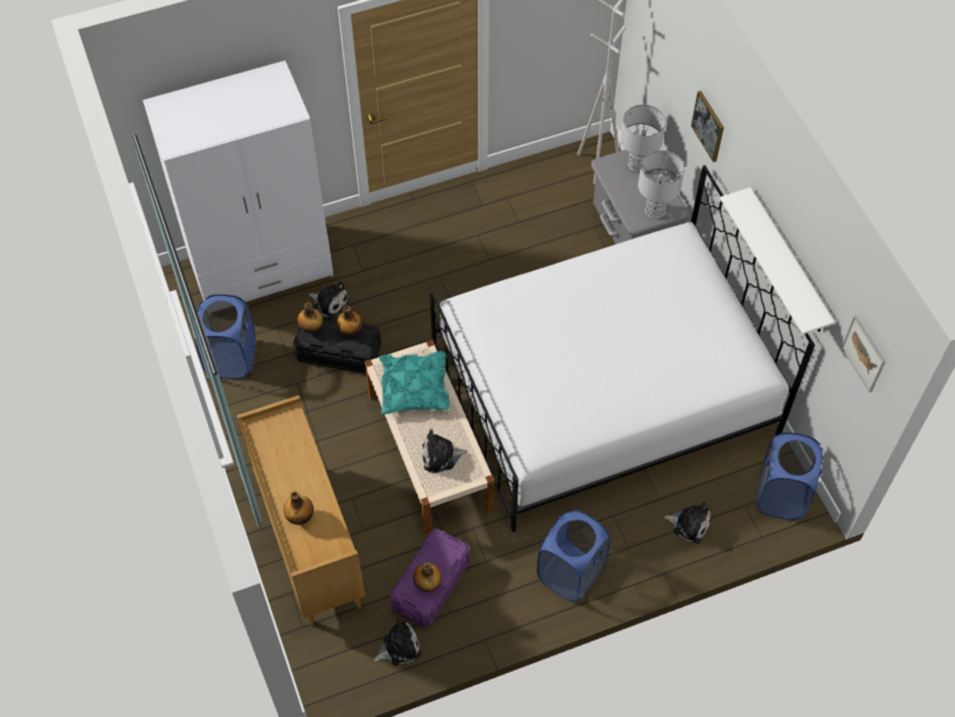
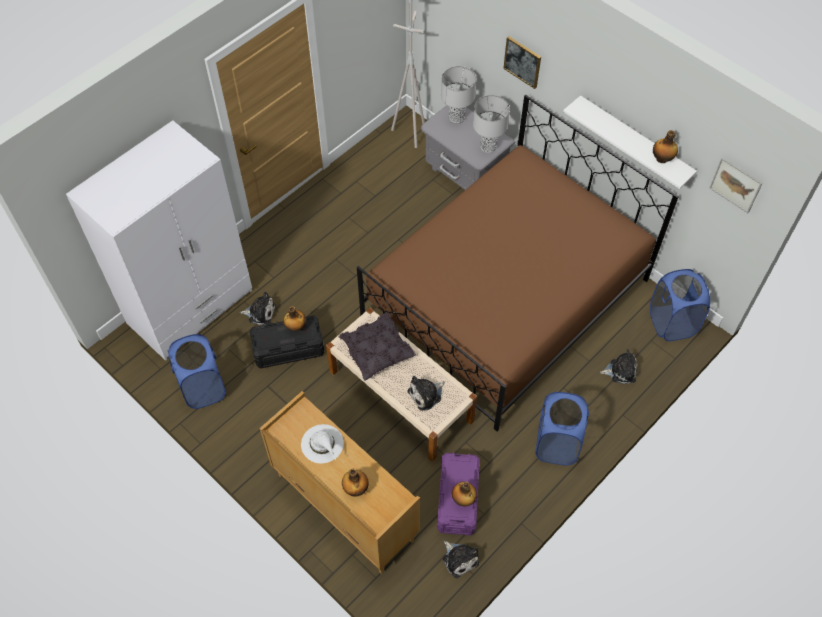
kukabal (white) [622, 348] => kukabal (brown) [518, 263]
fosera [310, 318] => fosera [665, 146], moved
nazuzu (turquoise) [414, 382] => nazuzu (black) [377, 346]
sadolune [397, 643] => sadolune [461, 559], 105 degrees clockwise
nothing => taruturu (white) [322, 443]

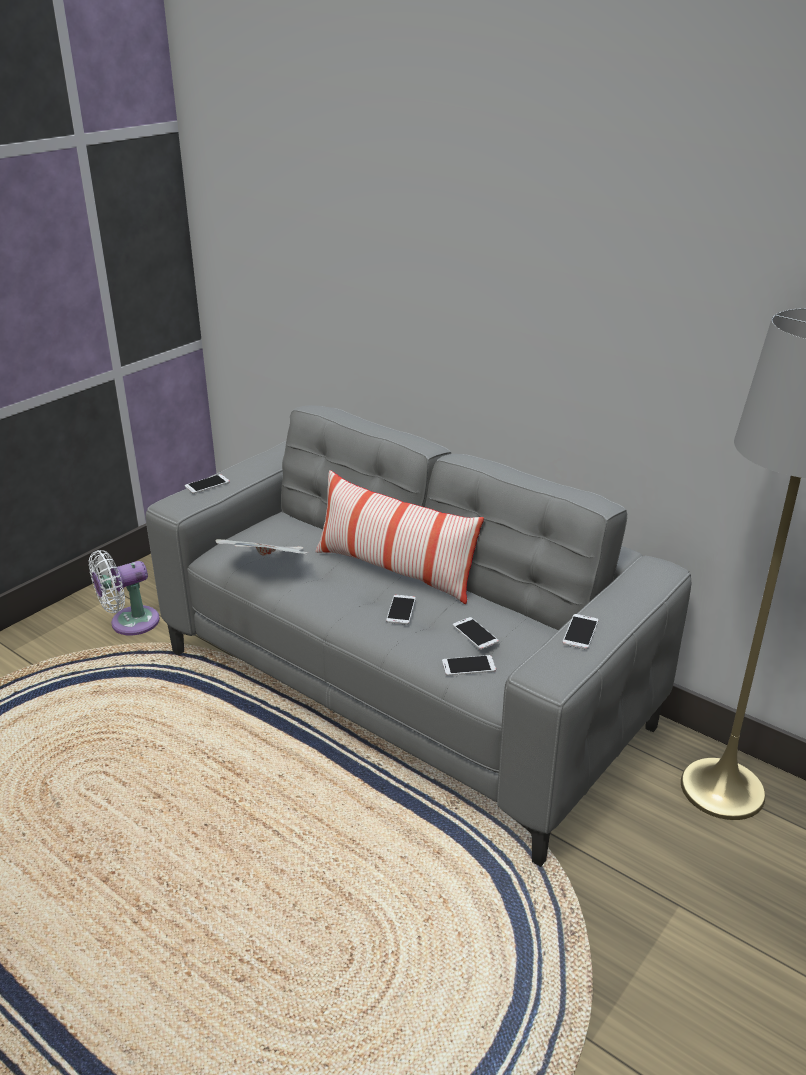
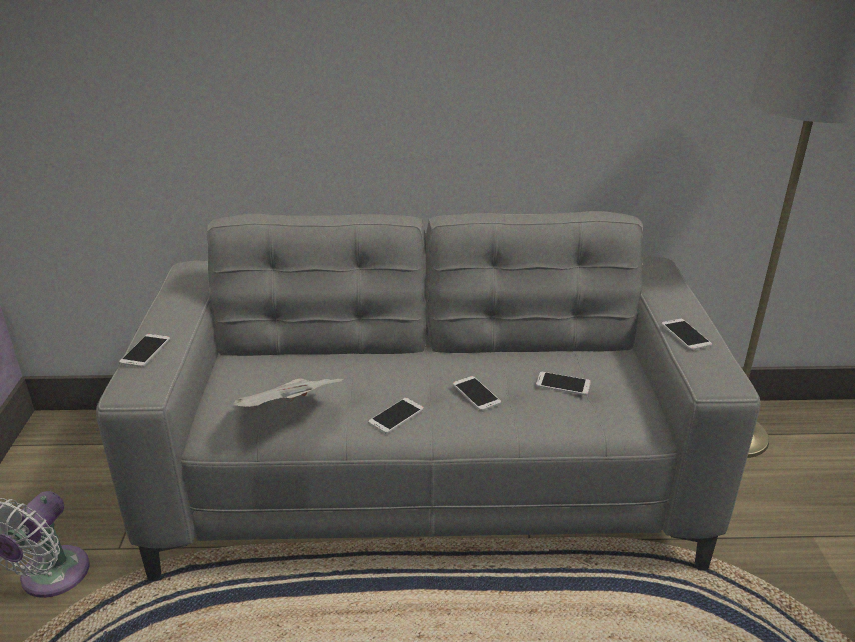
nazuzu [399, 537] => nothing
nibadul [469, 665] => nibadul [396, 416], moved

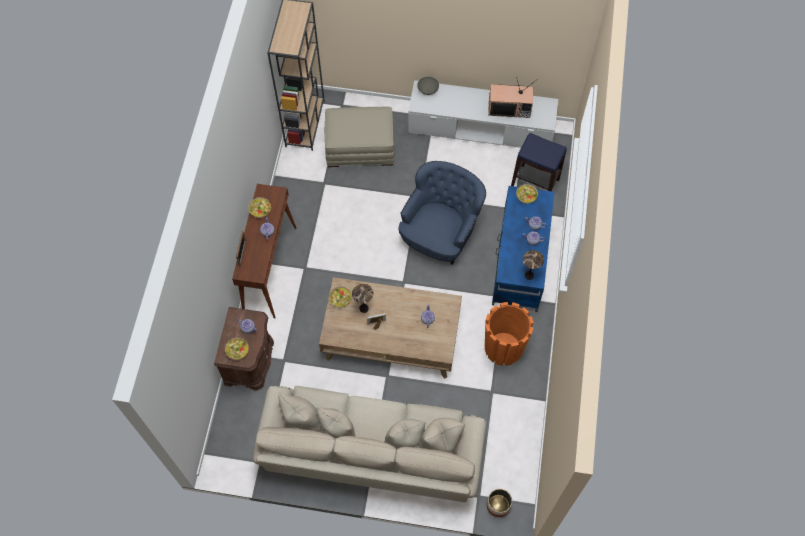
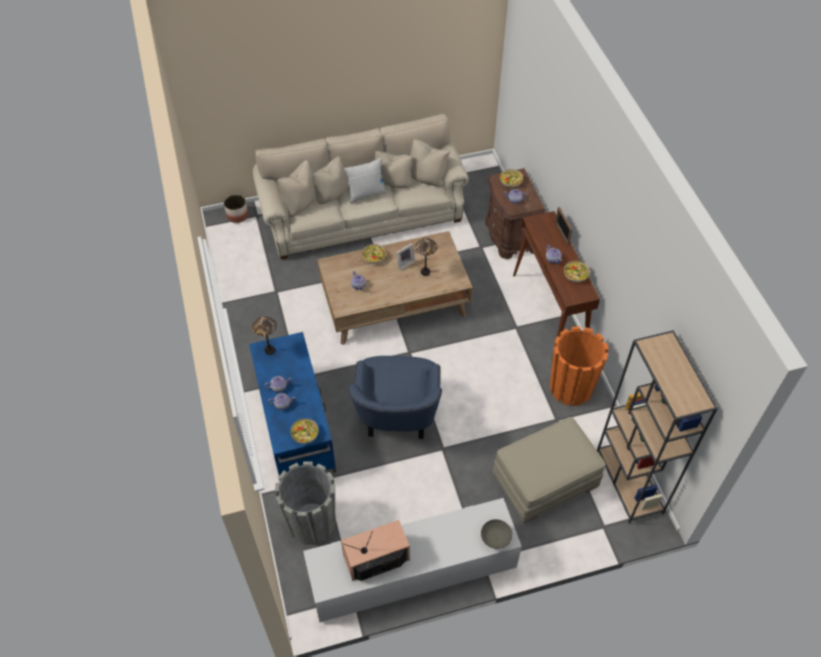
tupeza [539, 162] => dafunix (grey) [305, 502]
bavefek [340, 297] => bavefek [374, 254], moved
dafunix (orange) [509, 334] => dafunix (orange) [579, 366], moved
nothing => nazuzu (grey) [365, 180]

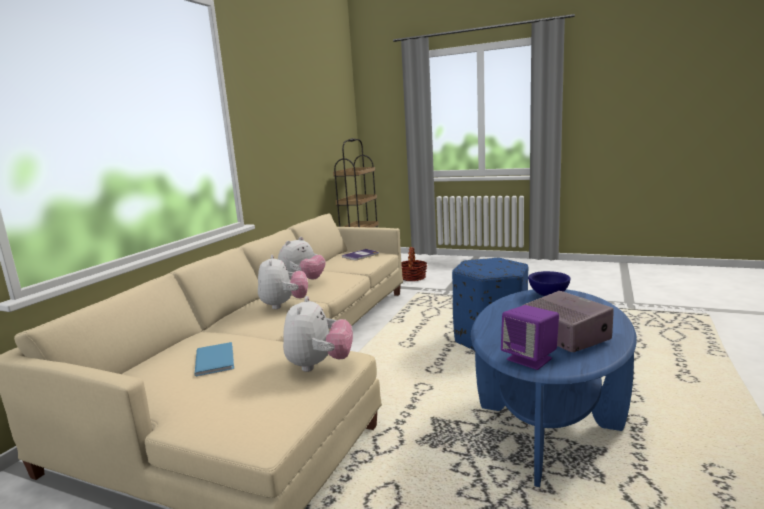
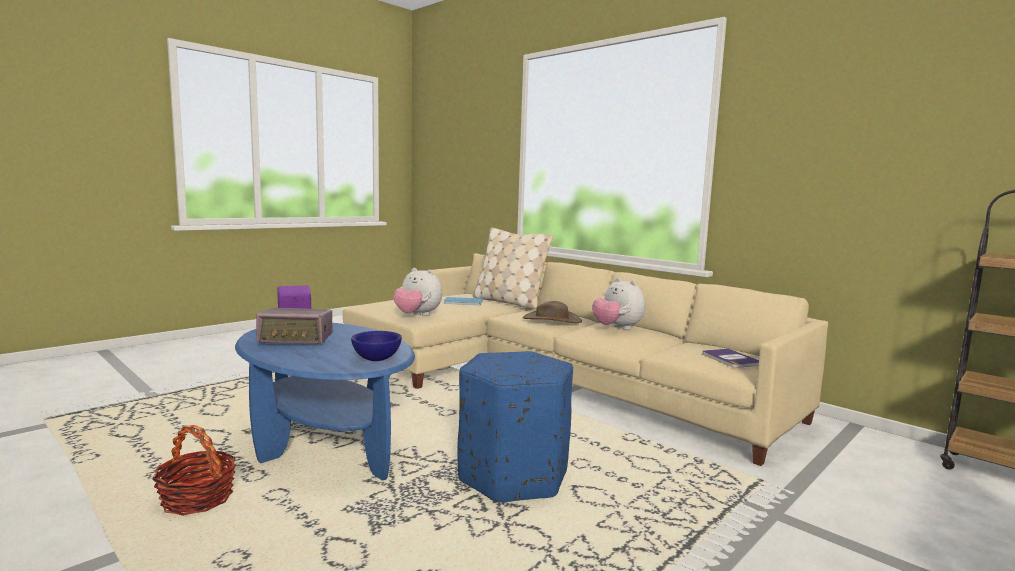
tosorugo [414, 264] => tosorugo [194, 470], moved
sadolune [283, 282] => taruturu (brown) [552, 312]
nothing => nazuzu (beige) [513, 268]

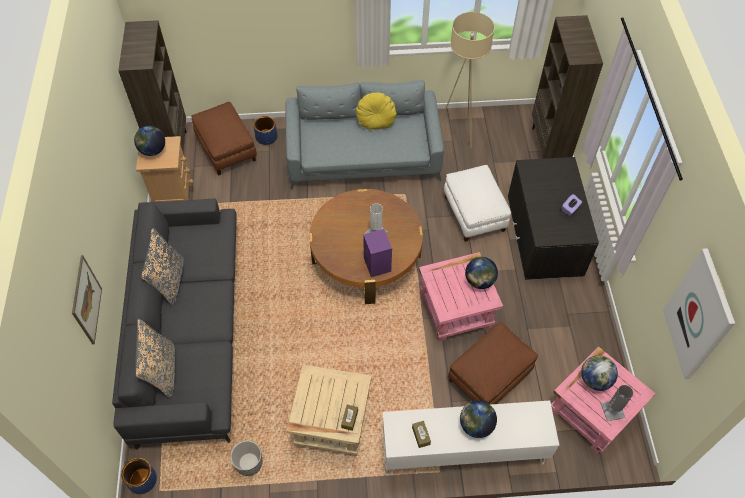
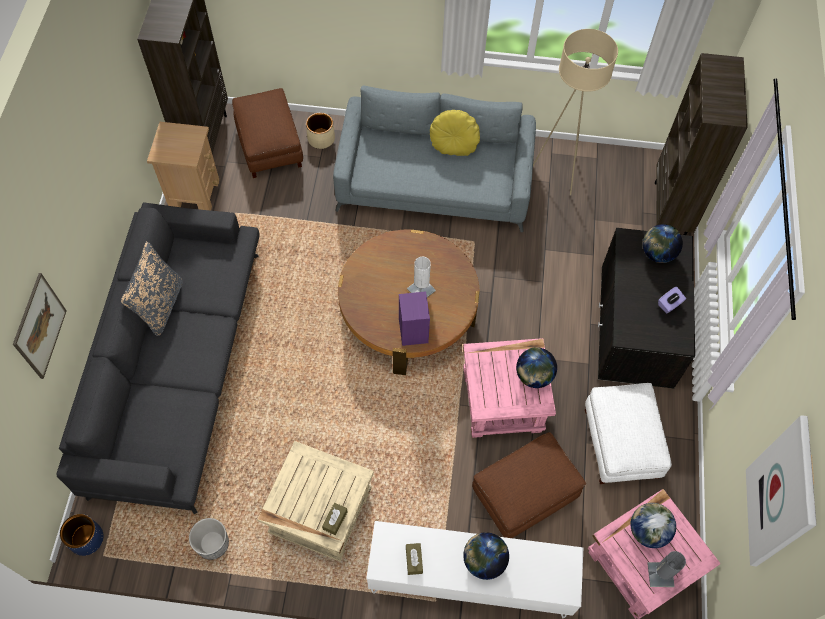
dafunix (blue) [265, 130] => dafunix (beige) [320, 131]
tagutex [149, 141] => tagutex [663, 243], moved
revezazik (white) [477, 203] => revezazik (white) [628, 433], moved
nazuzu (grey) [155, 358] => nothing

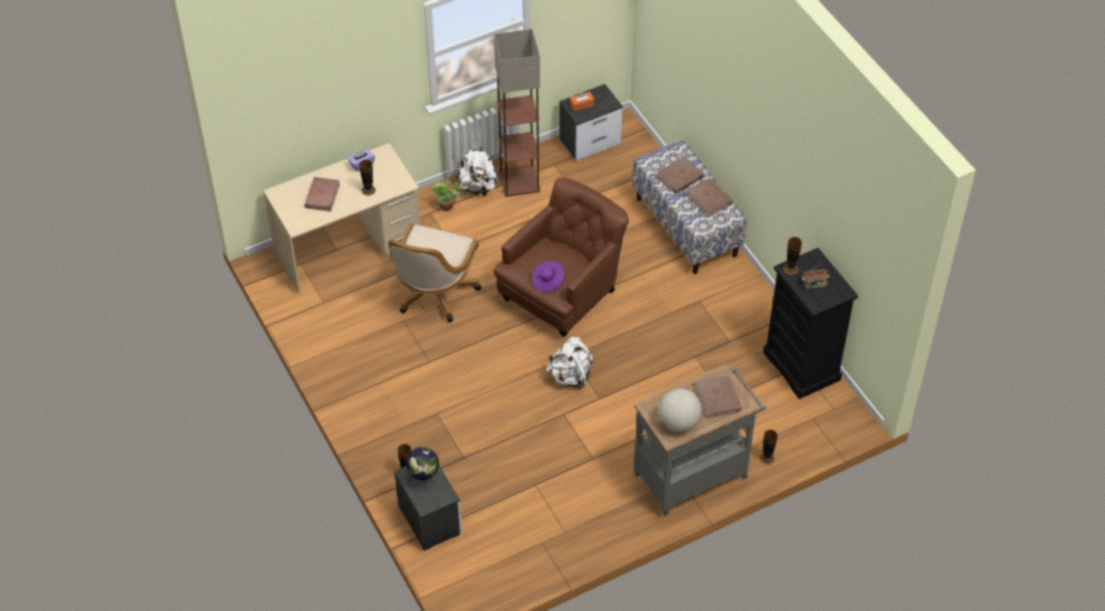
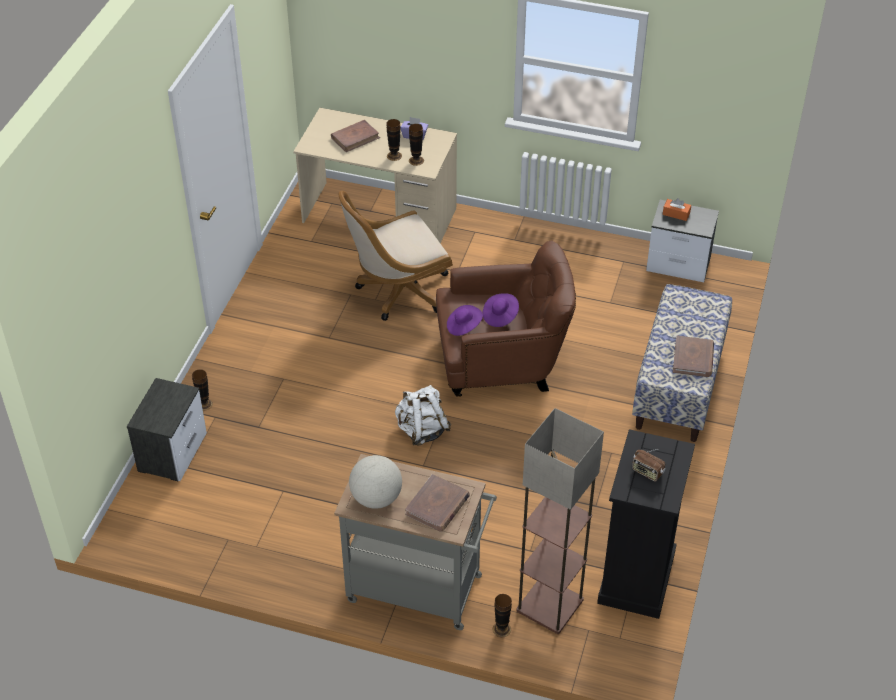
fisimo [517, 113] => fisimo [560, 521], moved
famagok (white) [477, 170] => nothing
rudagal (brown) [680, 175] => nothing
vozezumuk [447, 195] => nothing
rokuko [792, 256] => rokuko [416, 145], moved
tagutex [422, 465] => nothing
nothing => taruturu (purple) [501, 310]

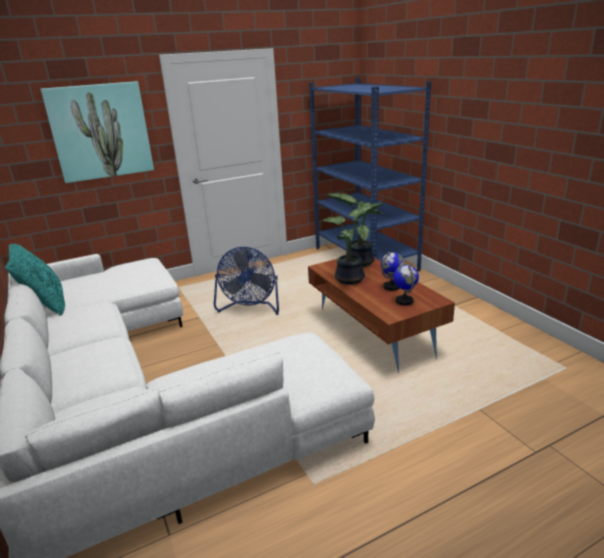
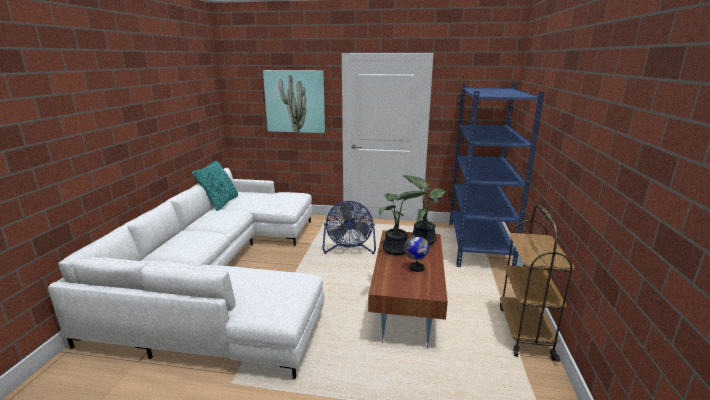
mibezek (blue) [246, 281] => mibezek (blue) [349, 227], 45 degrees counterclockwise
tagutex [406, 285] => nothing
nothing => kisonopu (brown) [537, 283]

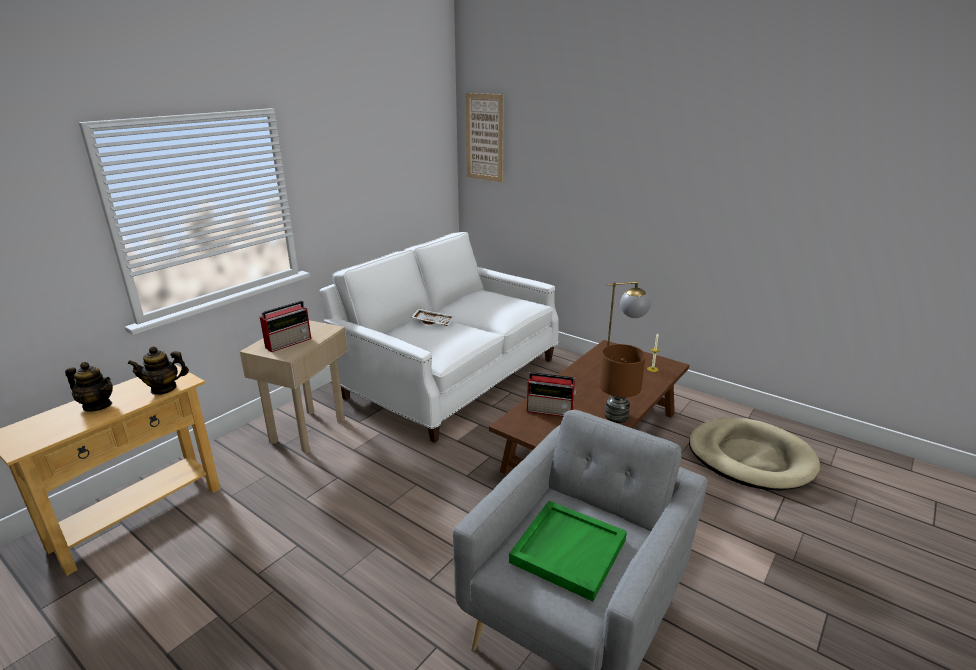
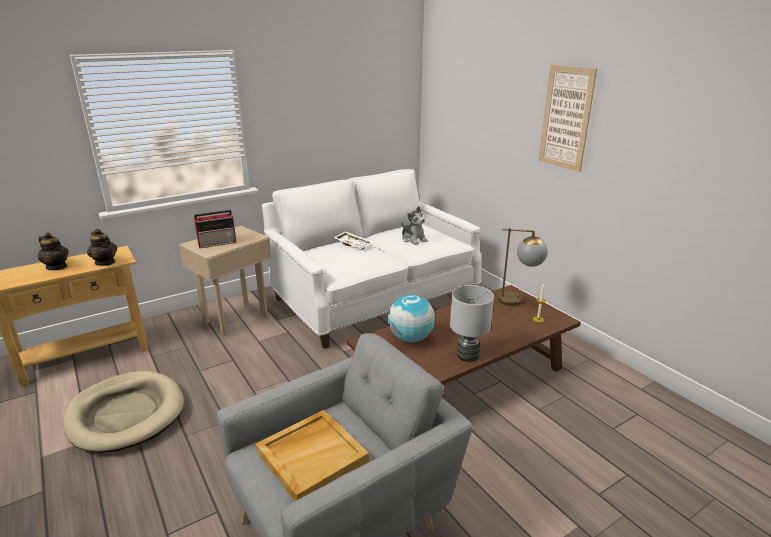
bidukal [485, 137] => bidukal [567, 118], moved
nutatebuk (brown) [622, 383] => nutatebuk (grey) [472, 323]
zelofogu [158, 370] => zelofogu [102, 247], 135 degrees counterclockwise
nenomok [552, 394] => tagutex [411, 318]
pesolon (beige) [754, 454] => pesolon (beige) [123, 412], moved
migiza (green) [568, 551] => migiza (beige) [312, 455]
nothing => sadolune [415, 225]

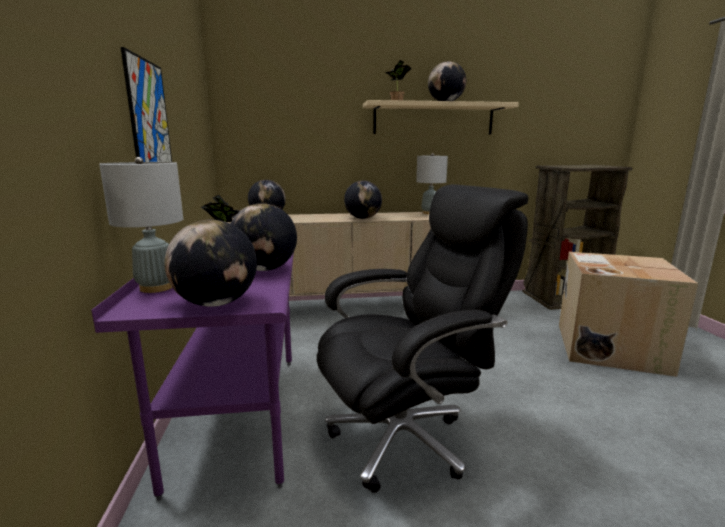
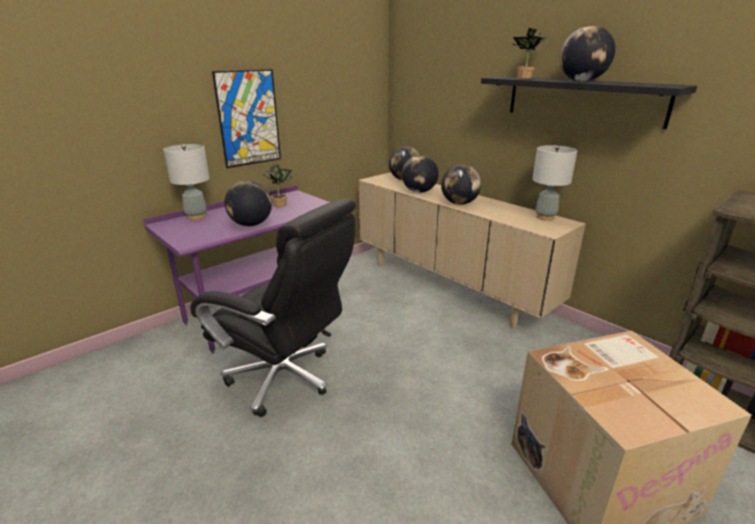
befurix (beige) [441, 117] => befurix (black) [589, 102]
tagutex [210, 263] => tagutex [420, 174], moved

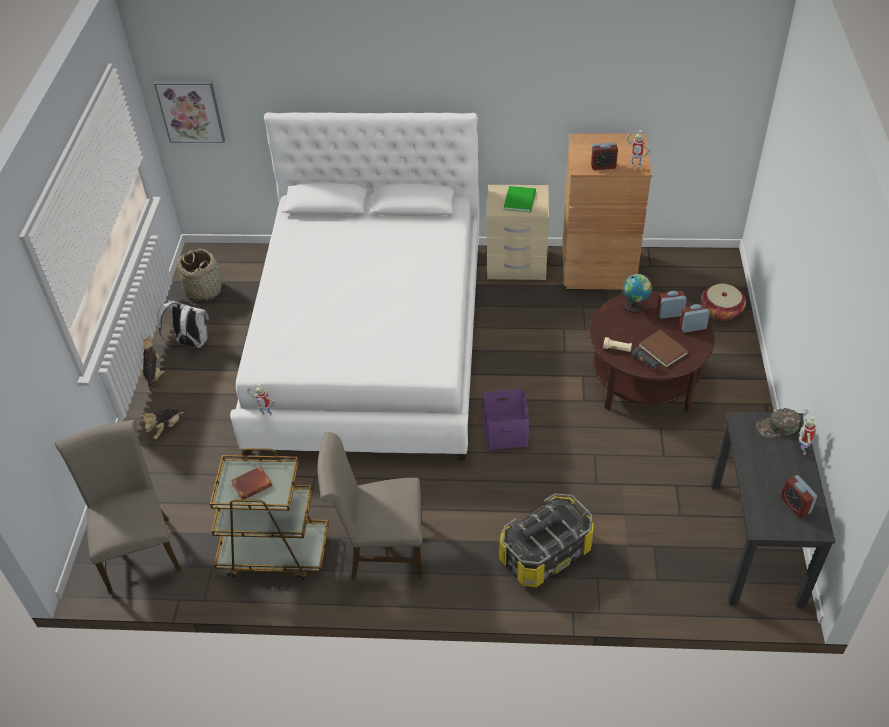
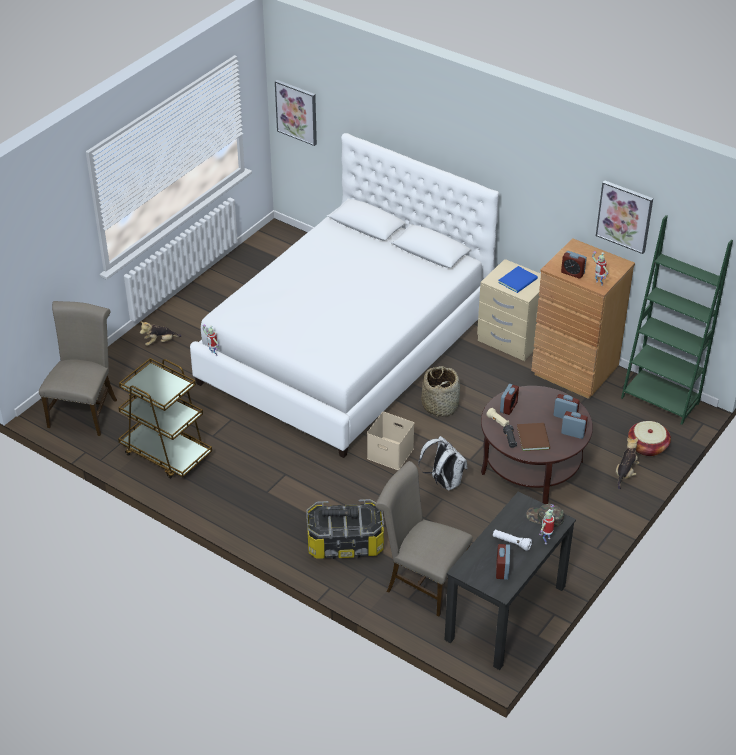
rudagal (green) [520, 199] => rudagal (blue) [518, 279]
tosorugo [200, 275] => tosorugo [440, 391], moved
tagutex [637, 293] => nothing
famagok (white) [183, 324] => famagok (white) [442, 463], moved
sadolune [153, 364] => sadolune [627, 463], moved
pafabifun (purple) [506, 419] => pafabifun (beige) [390, 441]
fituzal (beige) [369, 506] => fituzal (beige) [424, 538], moved
rudagal (brown) [251, 482] => nothing
nothing => bidukal [624, 217]
nothing => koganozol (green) [677, 320]
nothing => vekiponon [509, 399]
nothing => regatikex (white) [512, 540]

